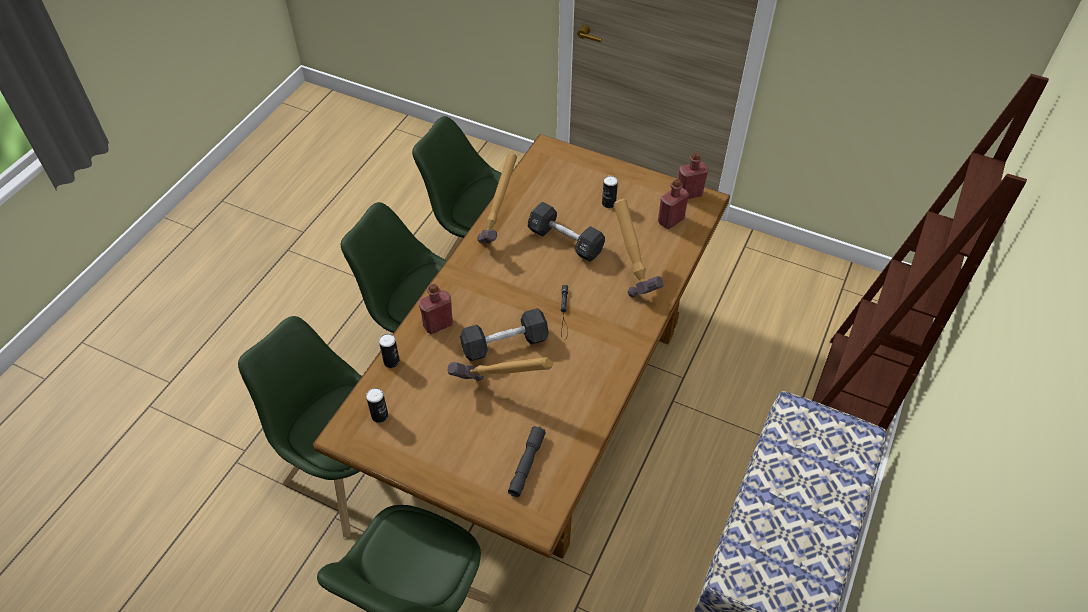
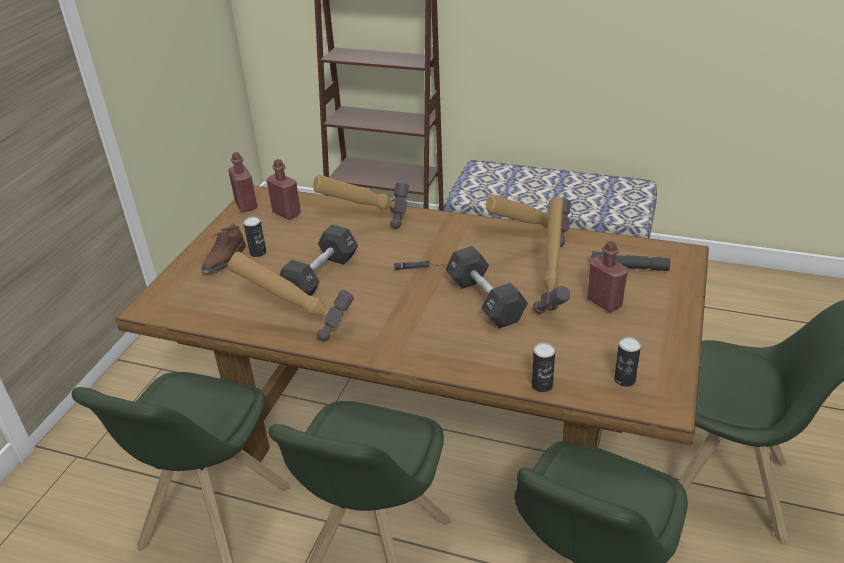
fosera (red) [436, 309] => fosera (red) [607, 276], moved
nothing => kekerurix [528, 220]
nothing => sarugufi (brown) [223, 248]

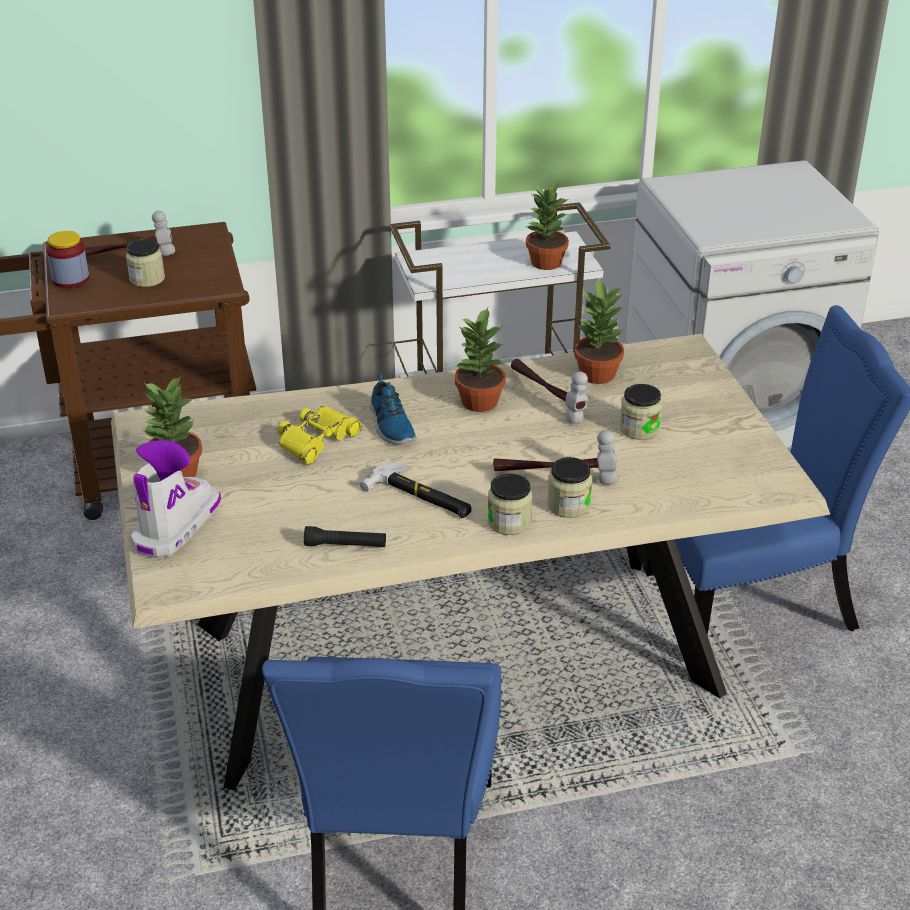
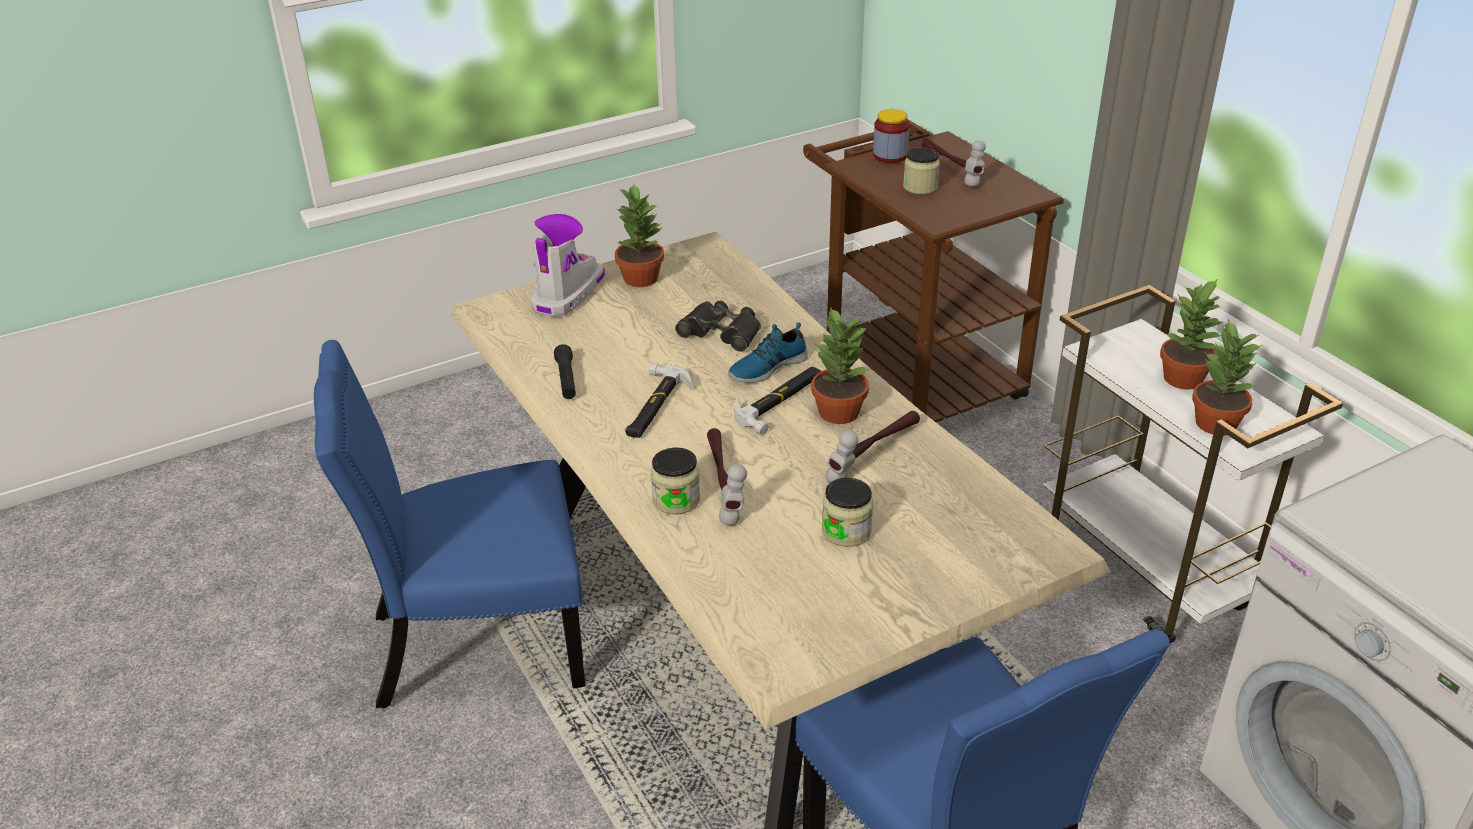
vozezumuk [599, 331] => vozezumuk [1191, 334], moved
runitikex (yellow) [320, 435] => runitikex (black) [718, 326]
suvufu [176, 499] => suvufu [567, 265], 75 degrees counterclockwise
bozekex [510, 504] => nothing
nothing => kekerurix [777, 401]

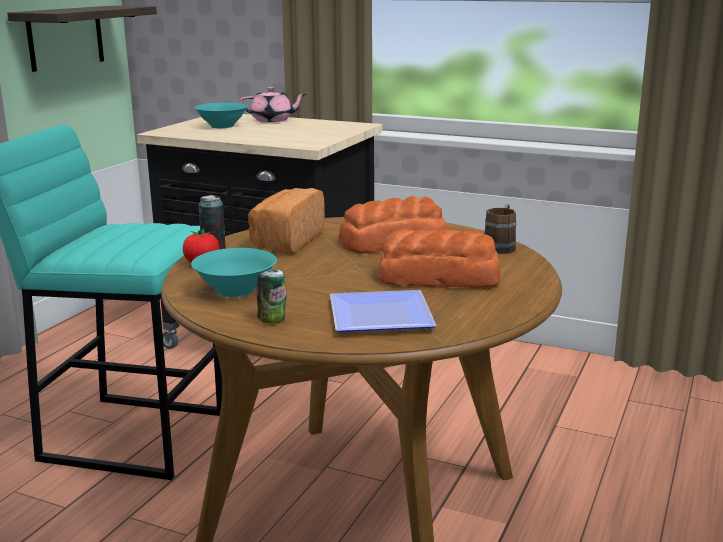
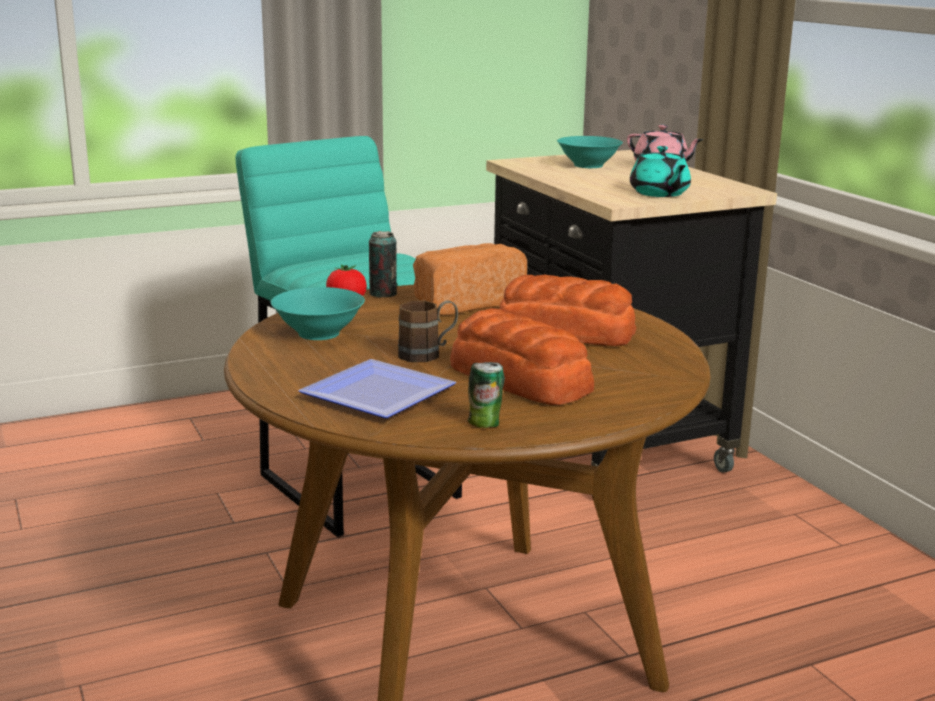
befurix [82, 39] => nothing
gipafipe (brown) [500, 229] => gipafipe (brown) [428, 331], moved
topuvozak [272, 296] => topuvozak [486, 395], moved
nothing => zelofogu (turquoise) [660, 171]

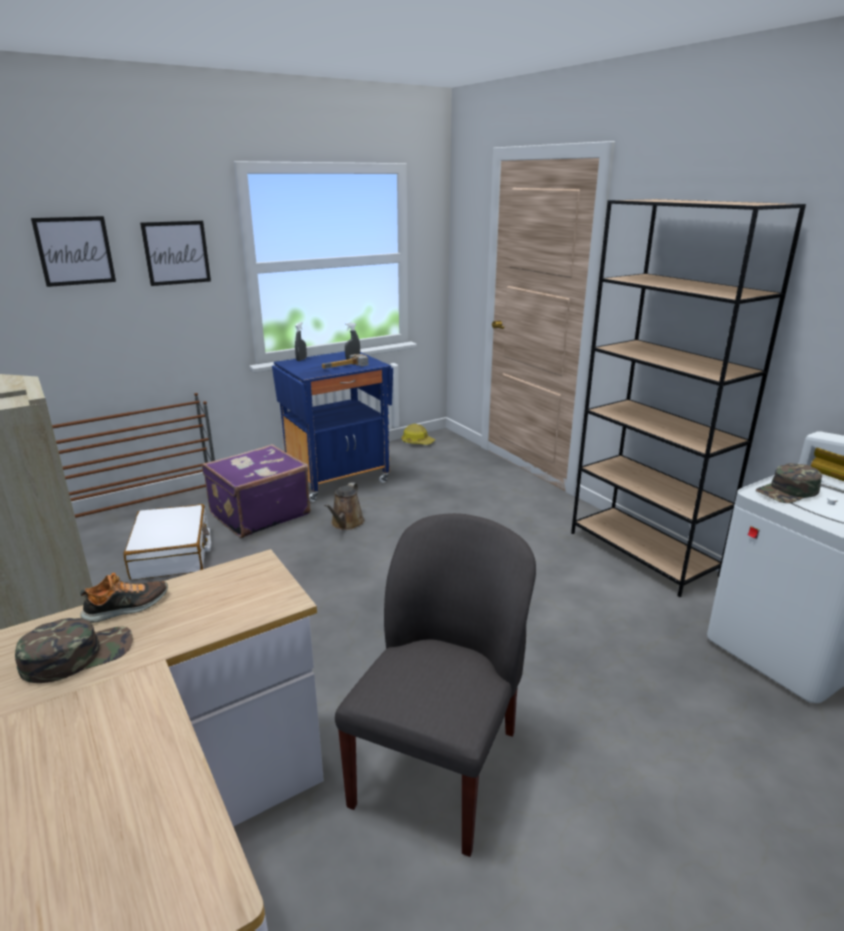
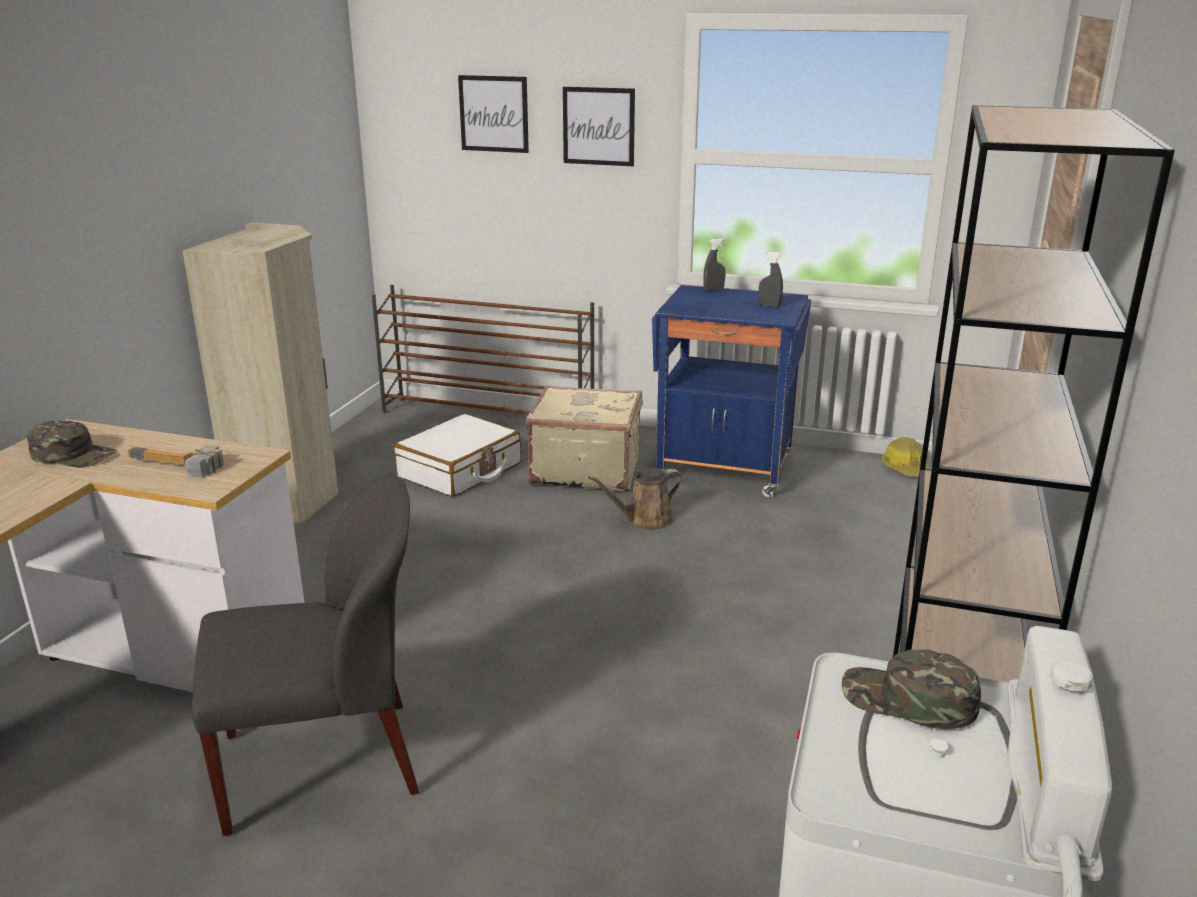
kekerurix [345, 361] => kekerurix [176, 461], moved
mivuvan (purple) [256, 491] => mivuvan (beige) [584, 438]
sarugufi [124, 598] => nothing

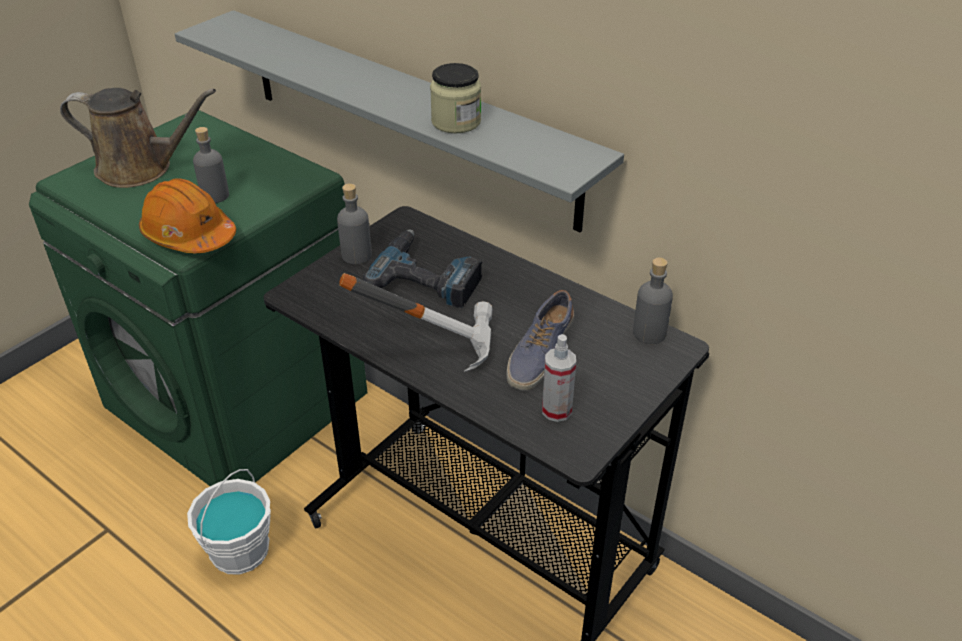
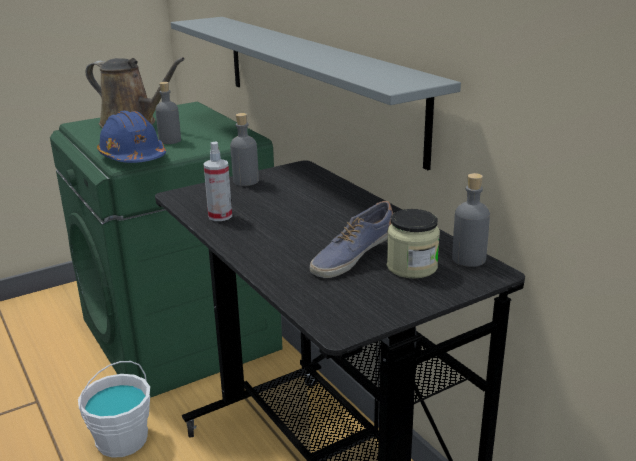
bozekex [455, 98] => bozekex [413, 244], moved
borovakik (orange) [187, 216] => borovakik (blue) [131, 137]
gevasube [422, 268] => nothing
kekerurix [416, 322] => nothing
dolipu [559, 378] => dolipu [217, 181], moved

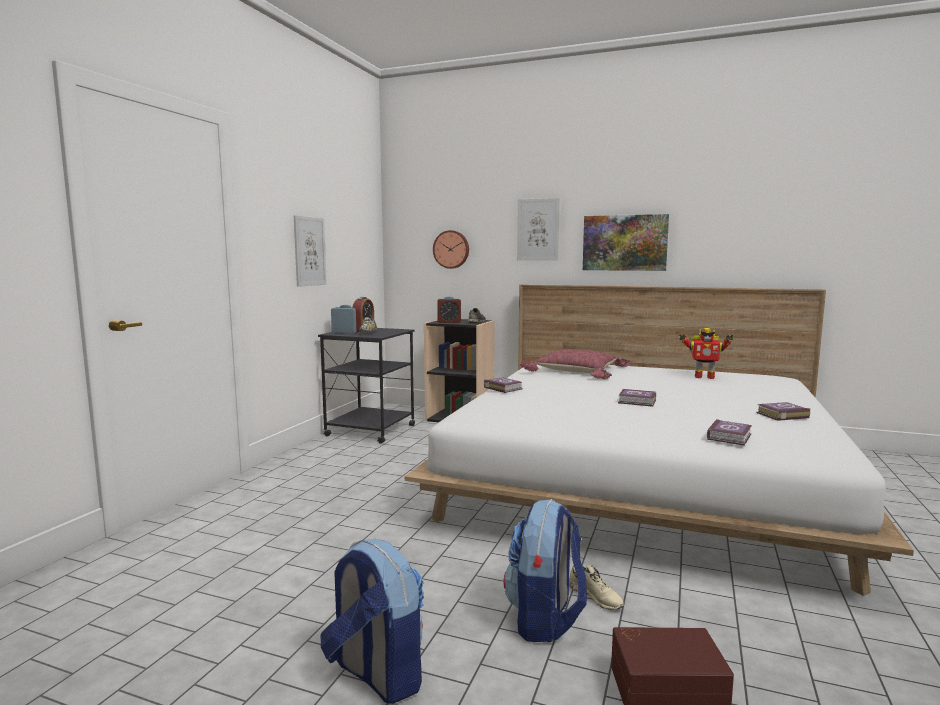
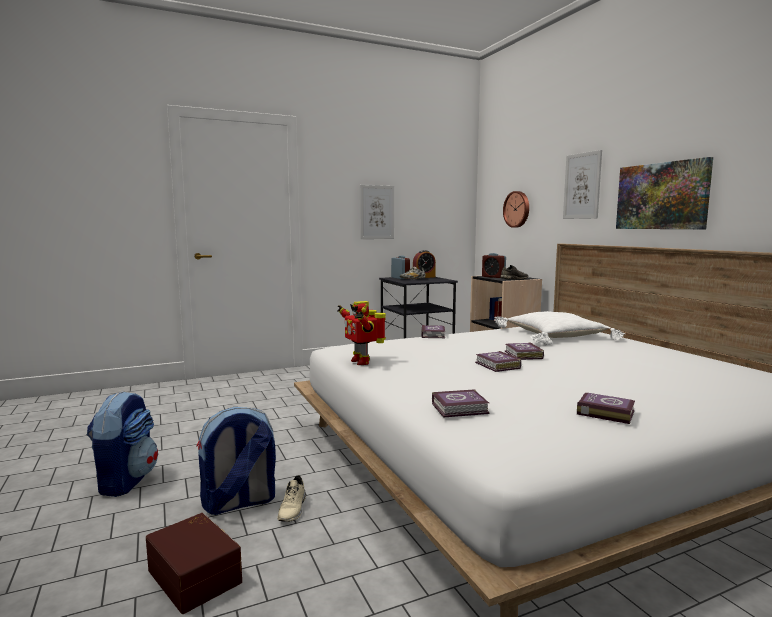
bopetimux [706, 353] => bopetimux [362, 333], moved
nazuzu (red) [575, 364] => nazuzu (white) [560, 328]
nothing => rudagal [524, 351]

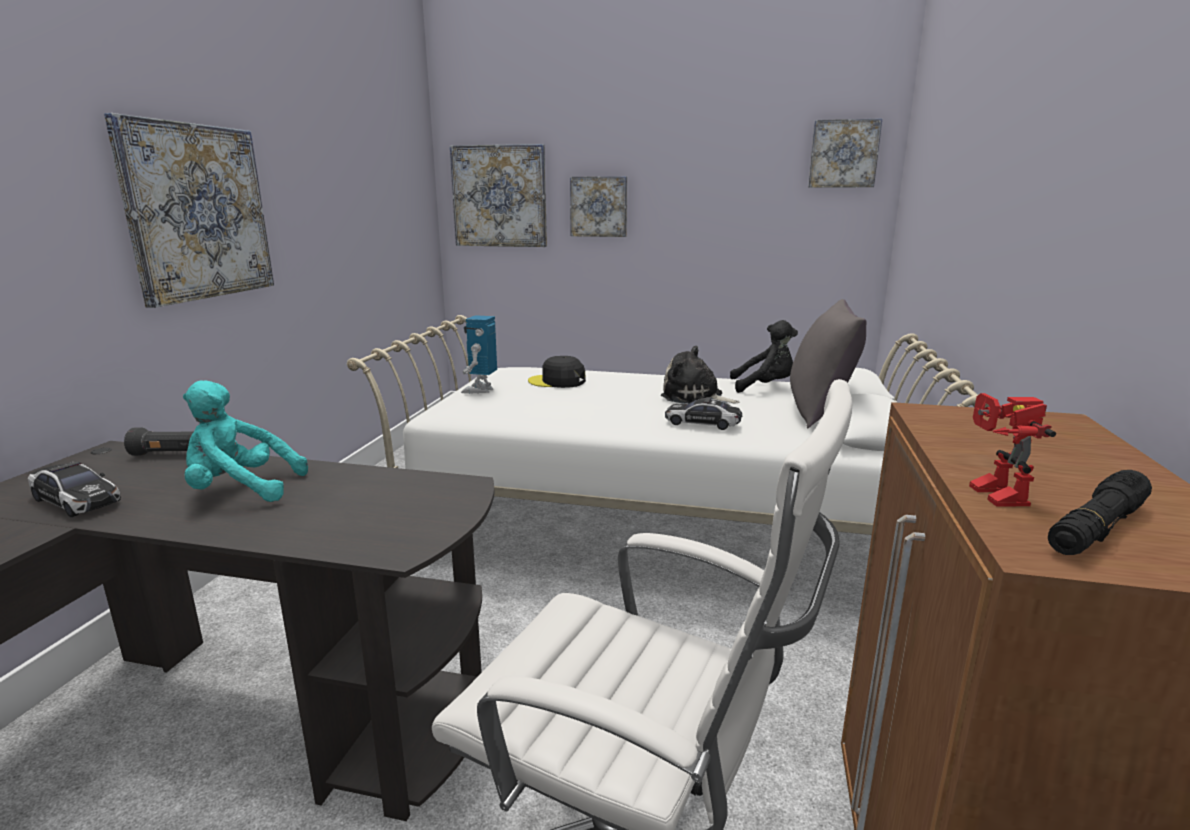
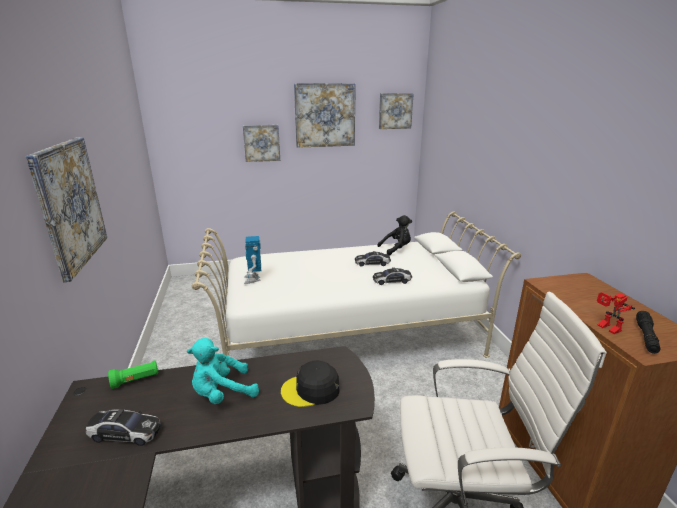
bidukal [498, 195] => bidukal [325, 115], moved
nazuzu (grey) [828, 364] => nothing
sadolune [700, 375] => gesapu [373, 259]
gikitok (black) [557, 372] => gikitok (black) [310, 383], moved
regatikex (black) [158, 442] => regatikex (green) [133, 375]

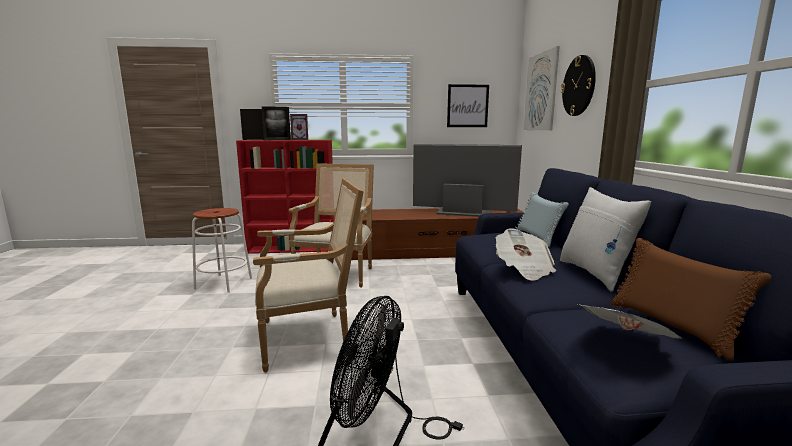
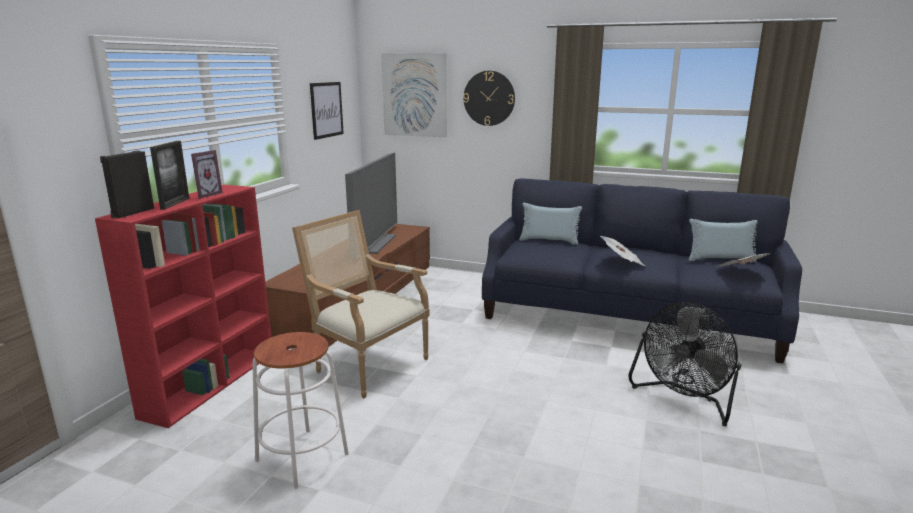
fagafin [467, 180] => fagafin [371, 203], 150 degrees clockwise
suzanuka [308, 275] => nothing
nazuzu (grey) [605, 239] => nothing
nazuzu (brown) [691, 299] => nazuzu (blue) [723, 241]

